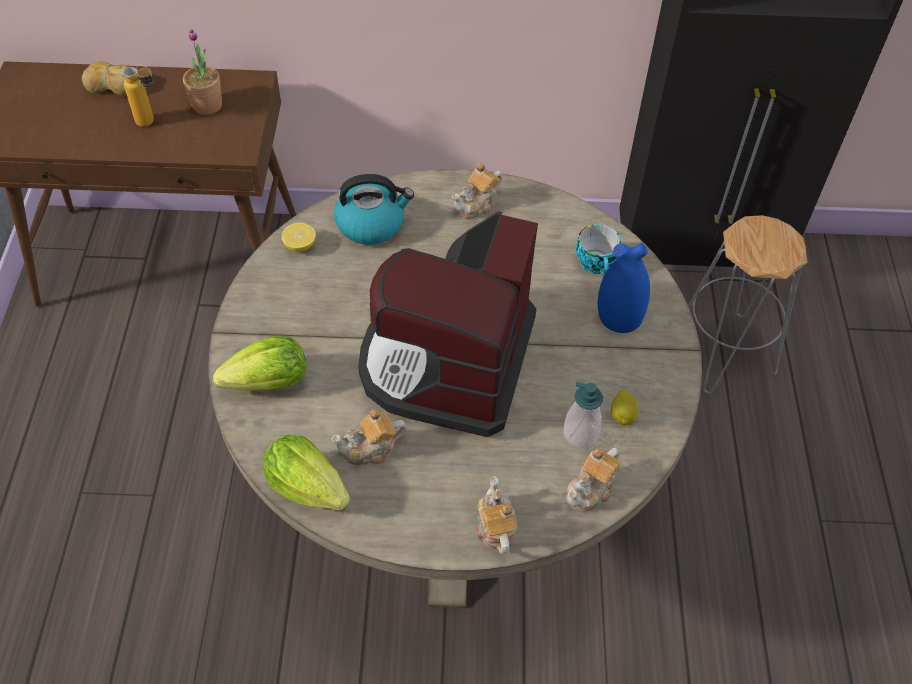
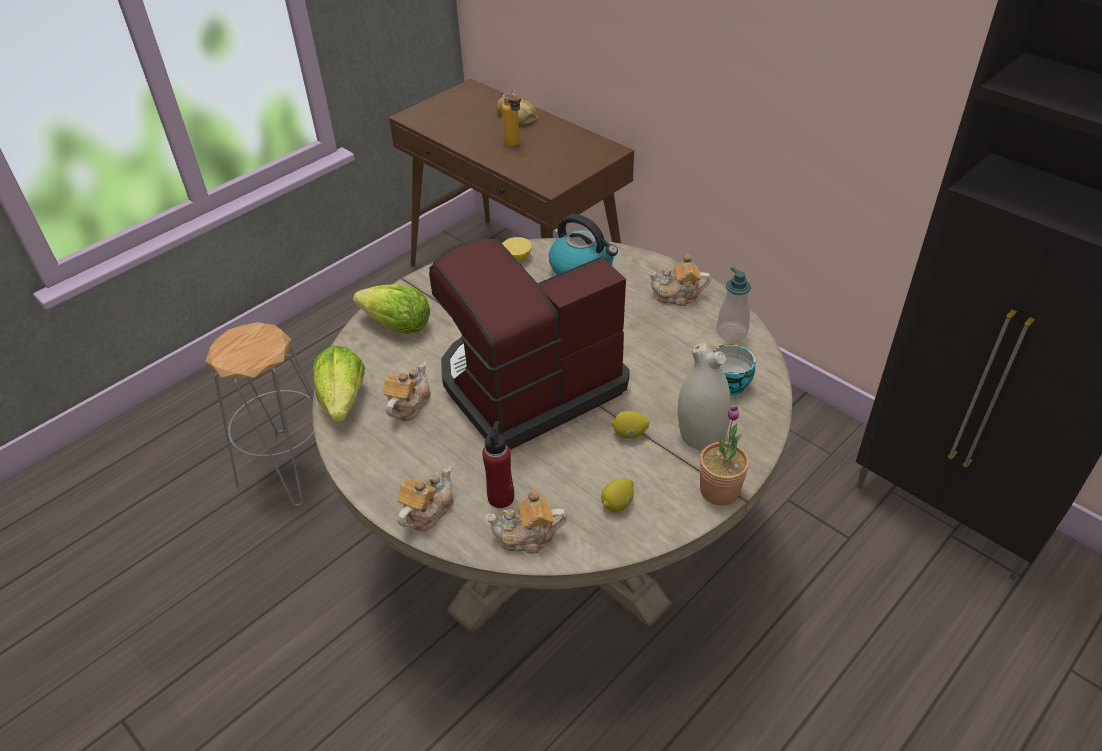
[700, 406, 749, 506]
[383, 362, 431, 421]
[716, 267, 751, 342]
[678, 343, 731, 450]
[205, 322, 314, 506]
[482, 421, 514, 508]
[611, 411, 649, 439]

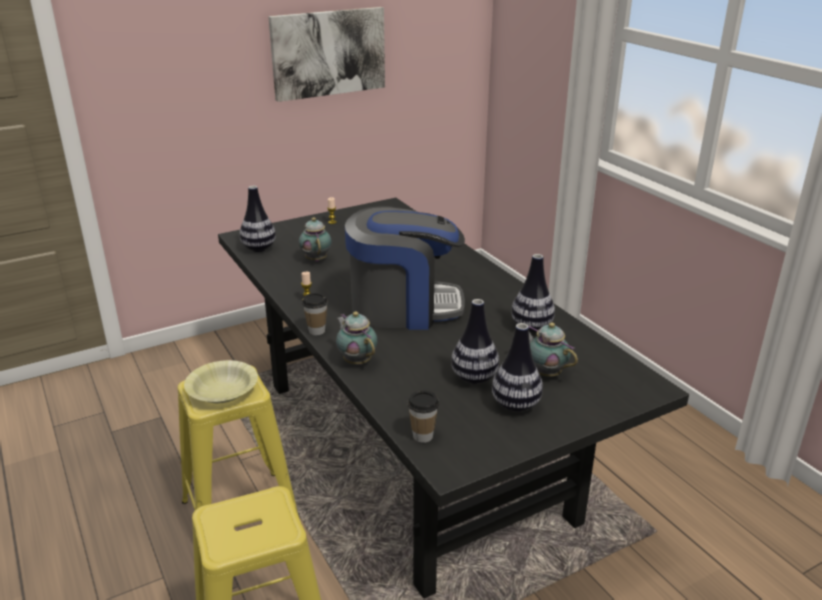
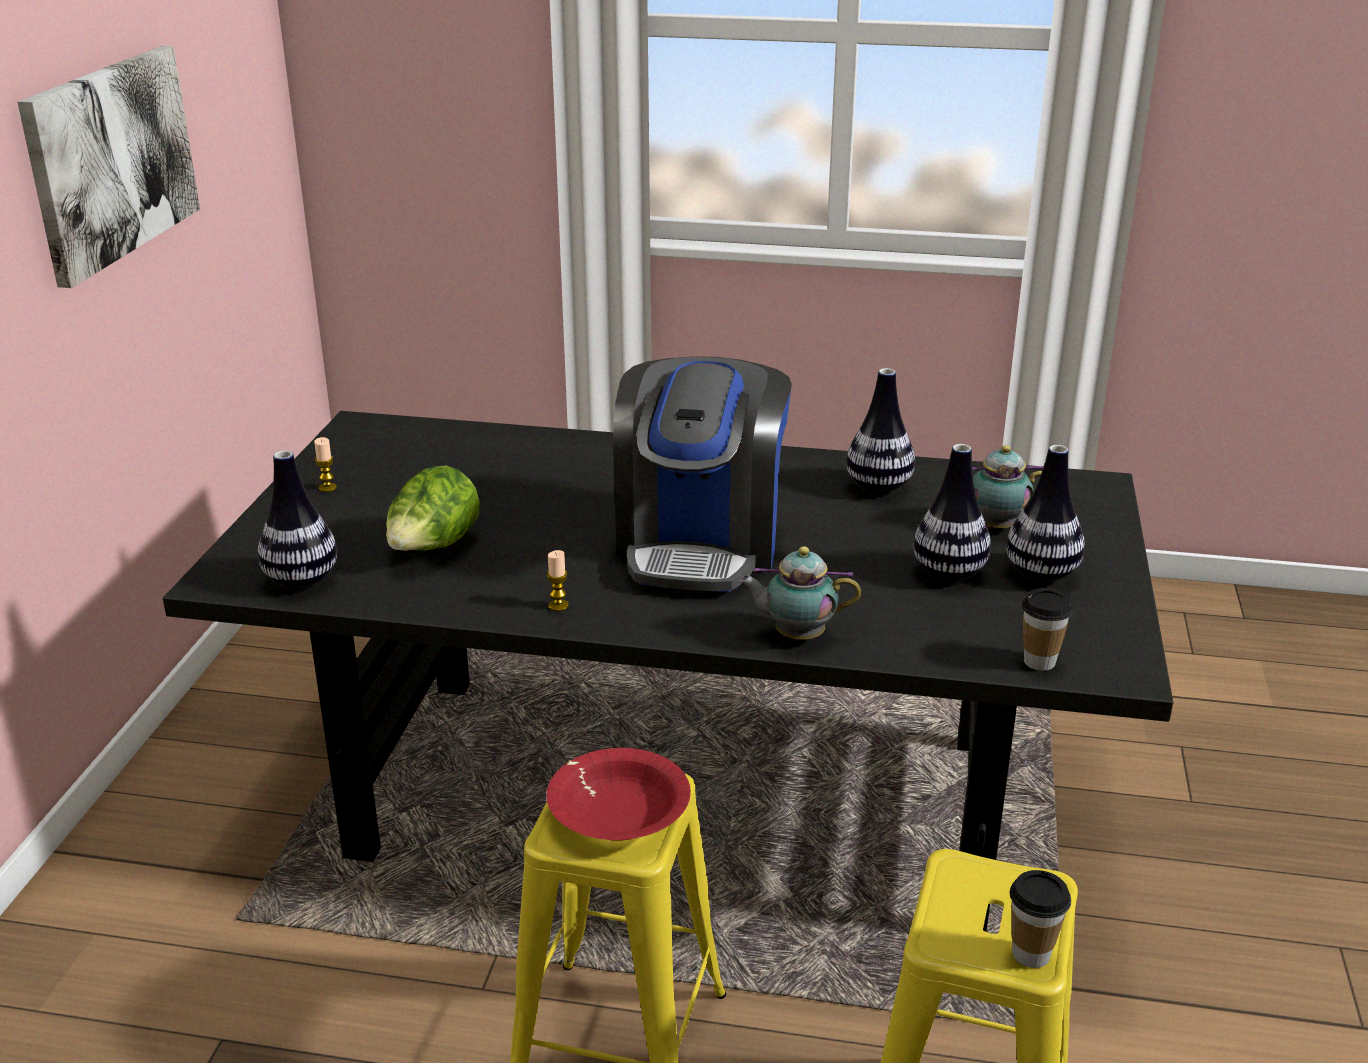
[546, 748, 691, 841]
[386, 465, 480, 551]
[1010, 870, 1071, 968]
[613, 356, 792, 592]

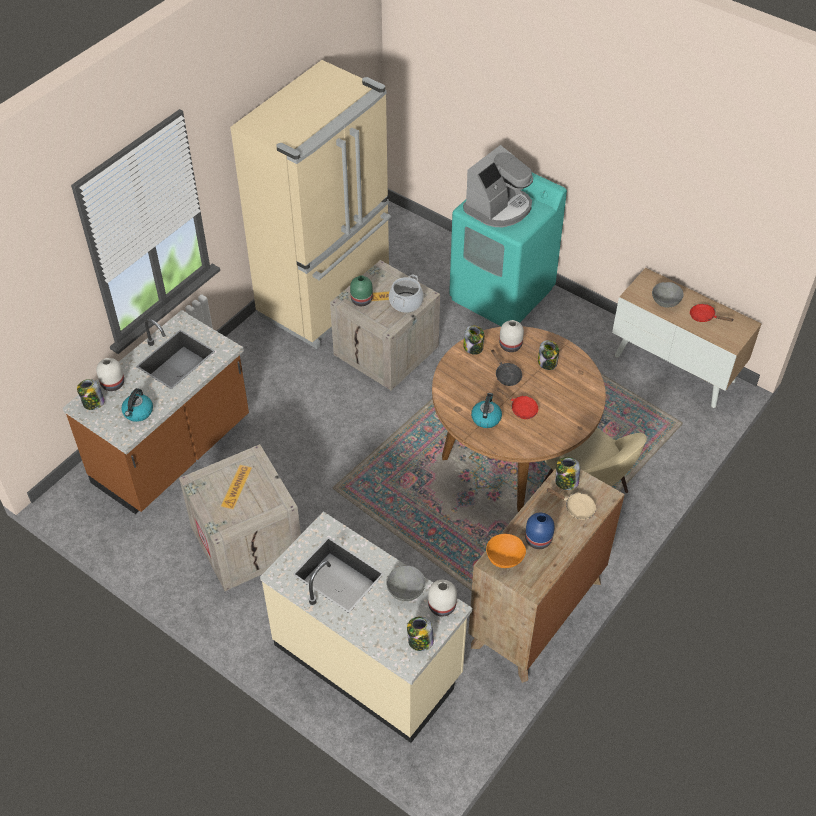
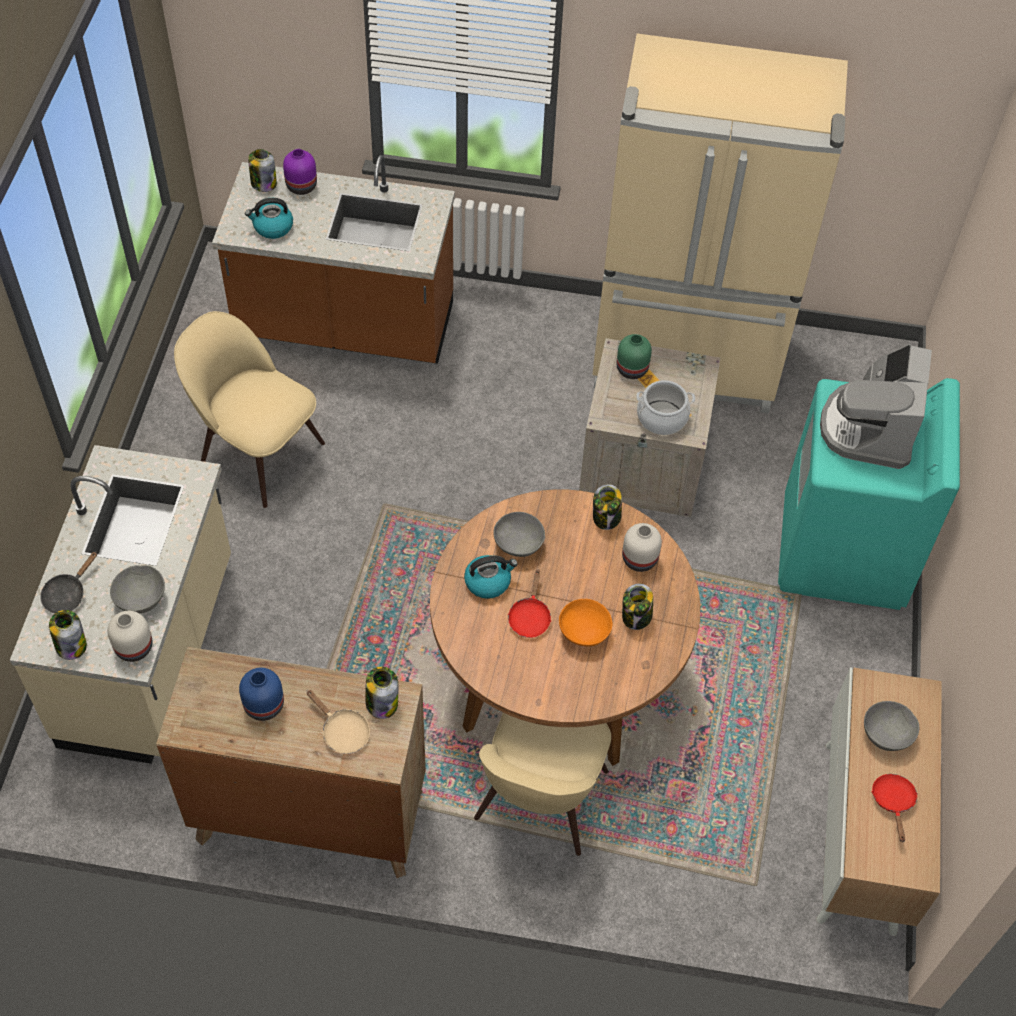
[283, 149, 317, 195]
[174, 311, 325, 508]
[820, 344, 932, 469]
[559, 599, 612, 646]
[40, 551, 97, 614]
[306, 690, 370, 754]
[494, 512, 545, 557]

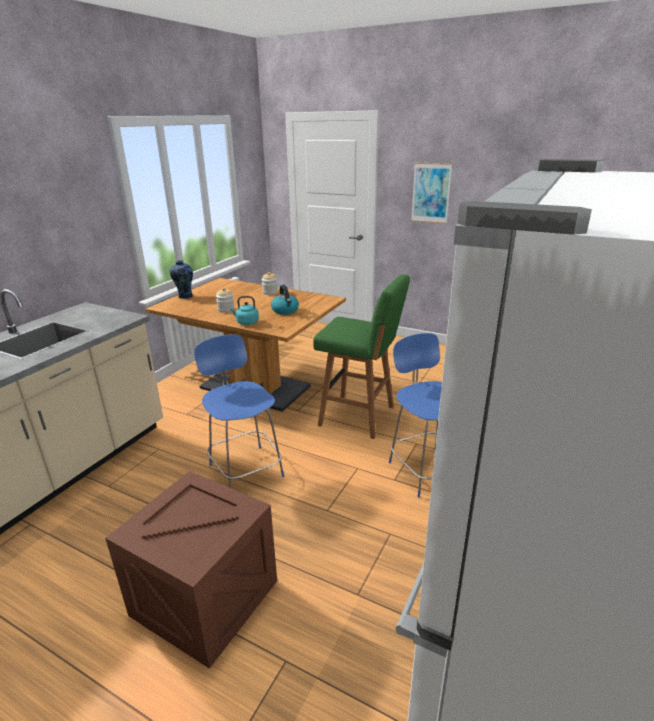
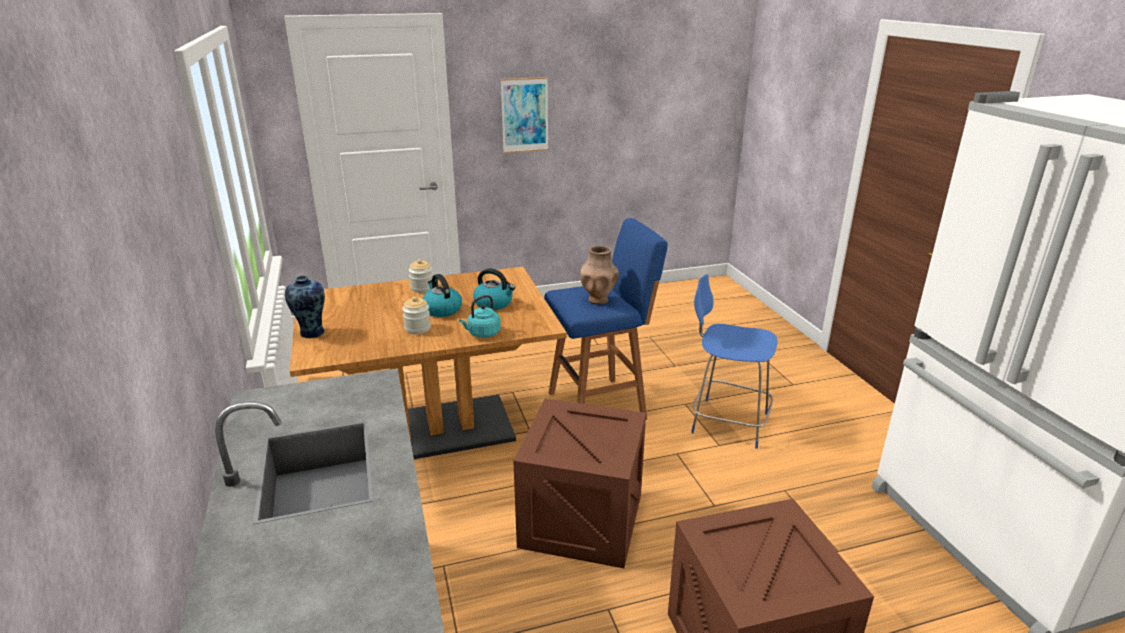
[513, 399, 646, 568]
[544, 218, 668, 420]
[422, 274, 462, 317]
[580, 246, 619, 305]

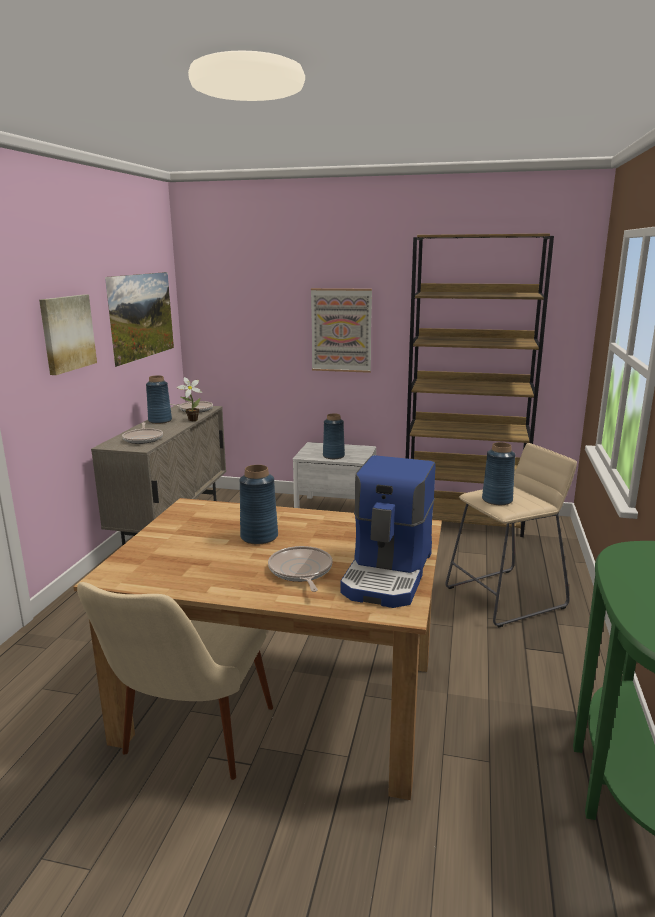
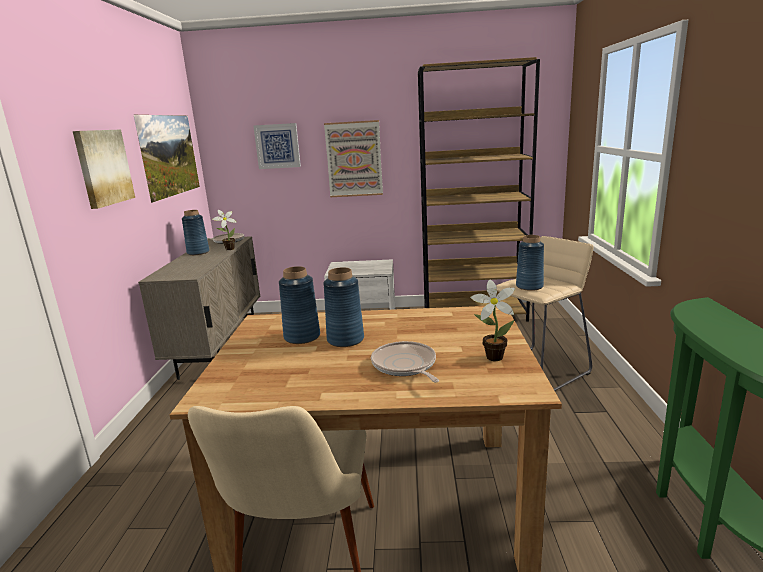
[122, 422, 163, 444] (first image)
[279, 266, 320, 344]
[470, 280, 515, 361]
[253, 123, 301, 169]

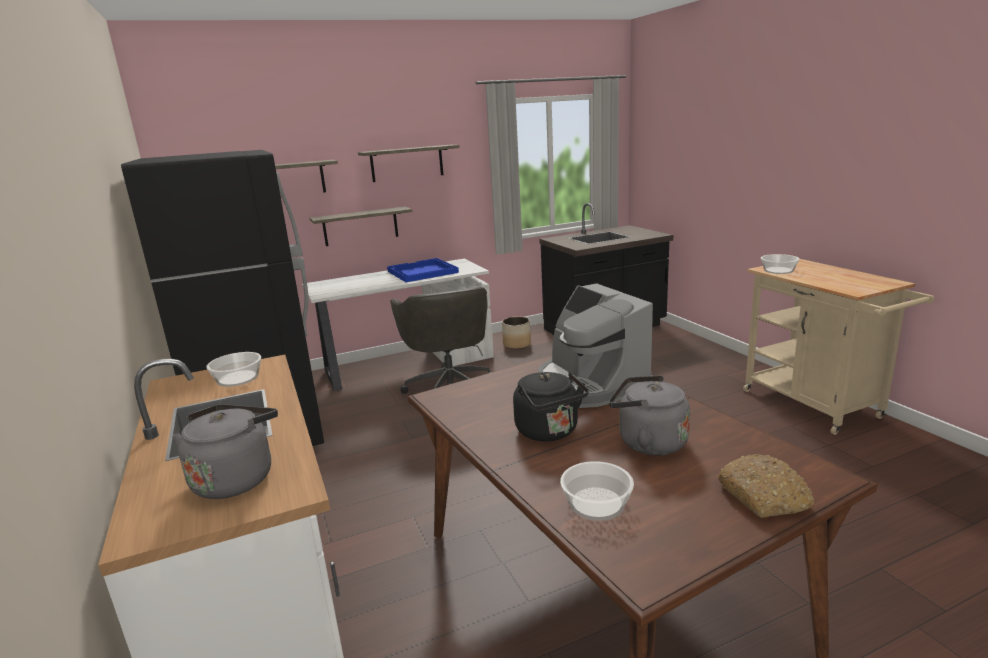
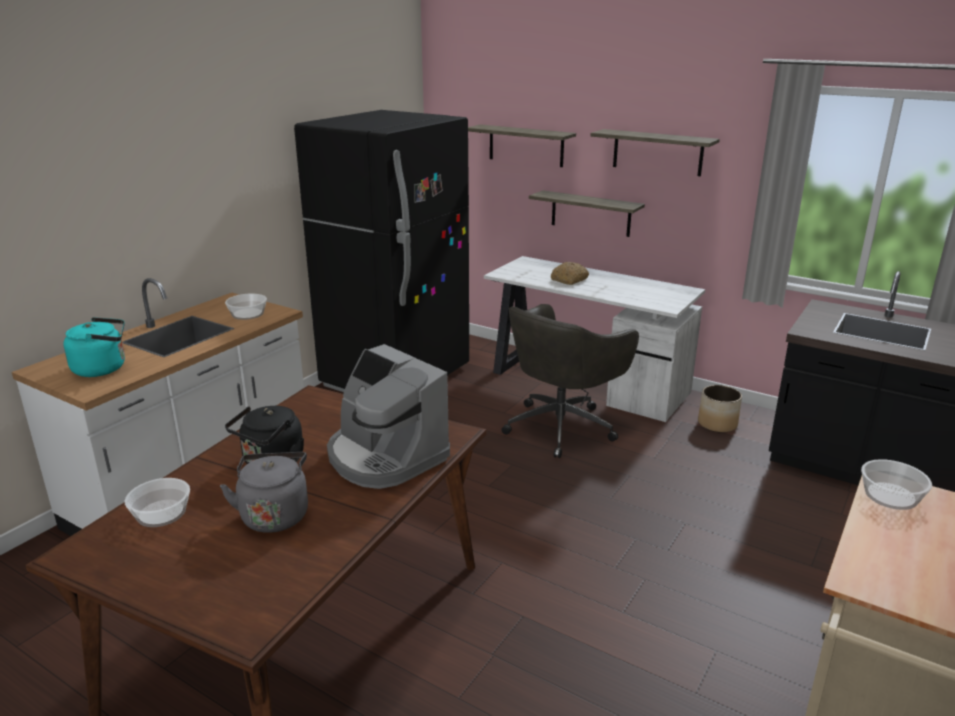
[63, 317, 125, 377]
[387, 258, 459, 282] (first image)
[327, 344, 450, 489]
[551, 262, 589, 285]

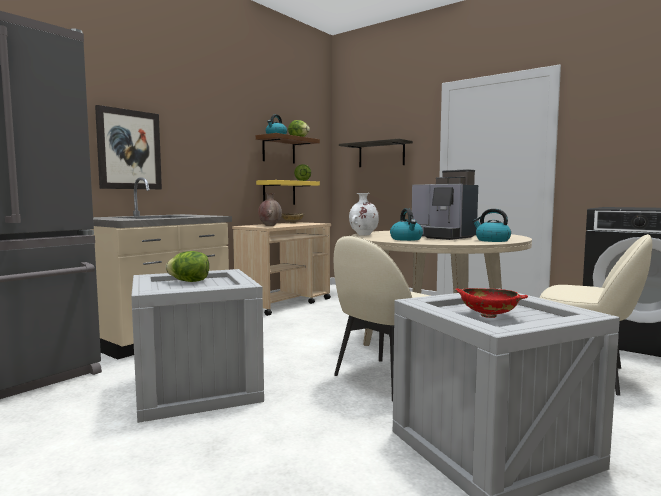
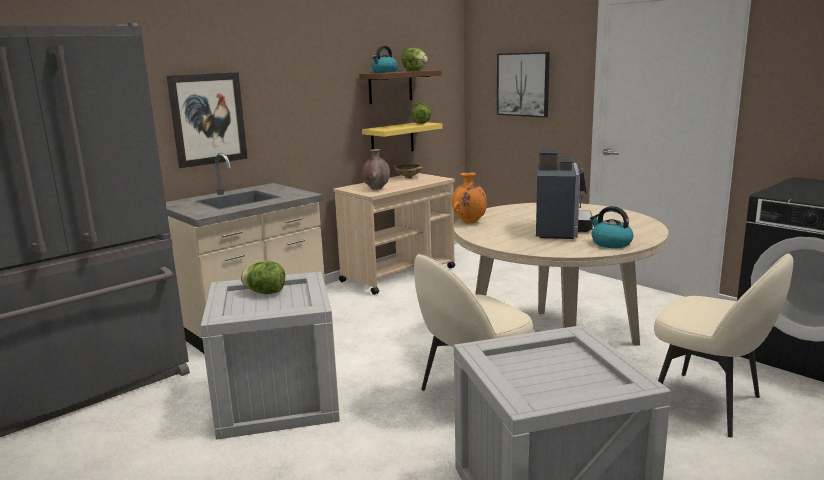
[497, 52, 550, 118]
[452, 172, 487, 224]
[390, 208, 423, 241] (first image)
[536, 147, 593, 239]
[455, 288, 528, 318] (first image)

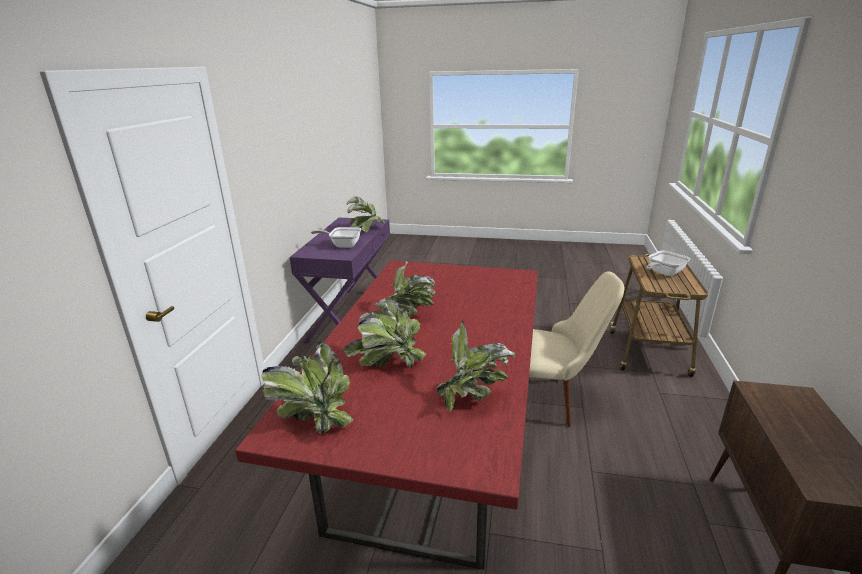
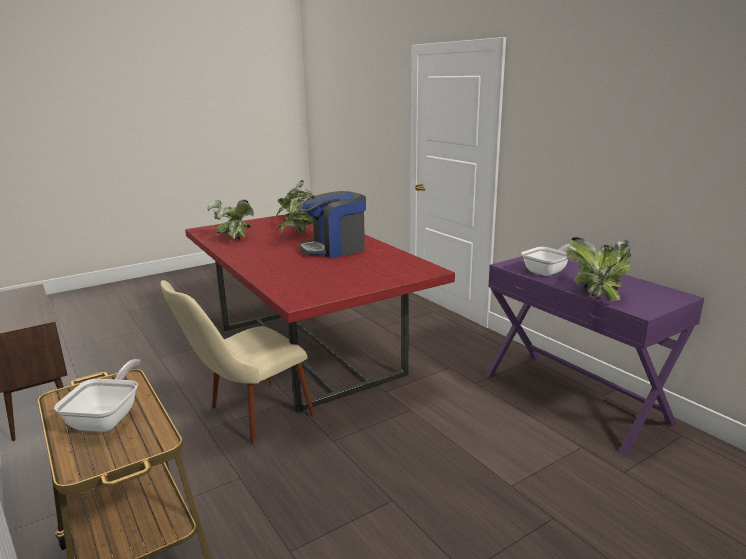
[299, 191, 366, 258]

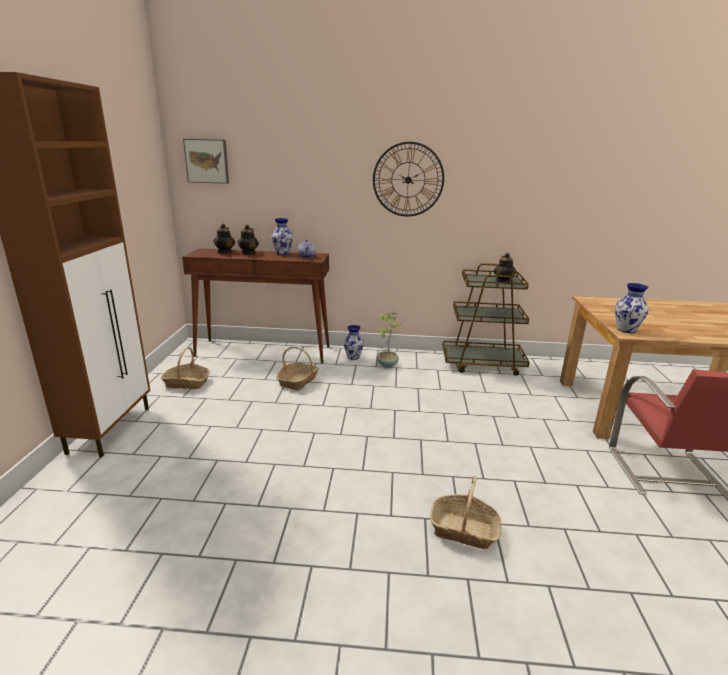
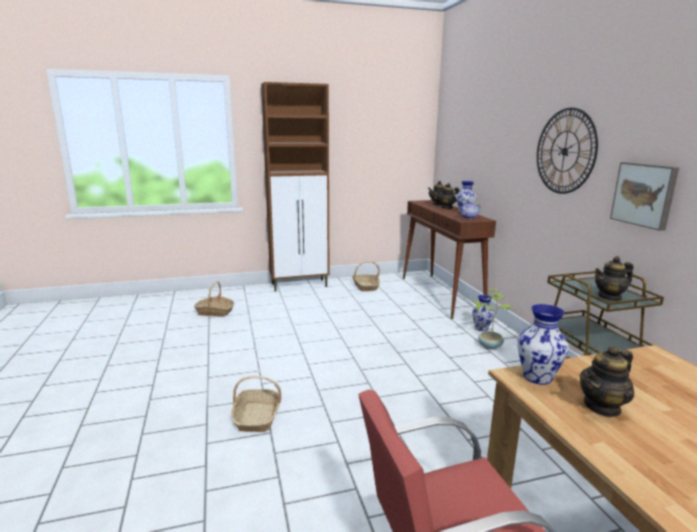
[610, 162, 679, 231]
[194, 281, 234, 317]
[580, 345, 634, 417]

